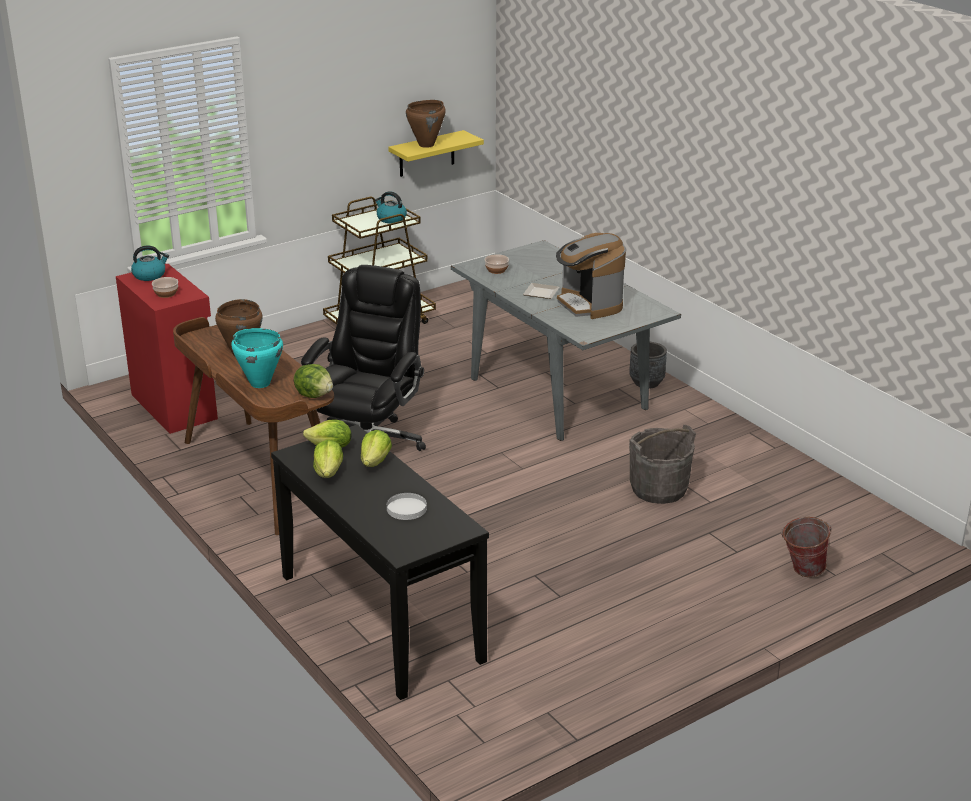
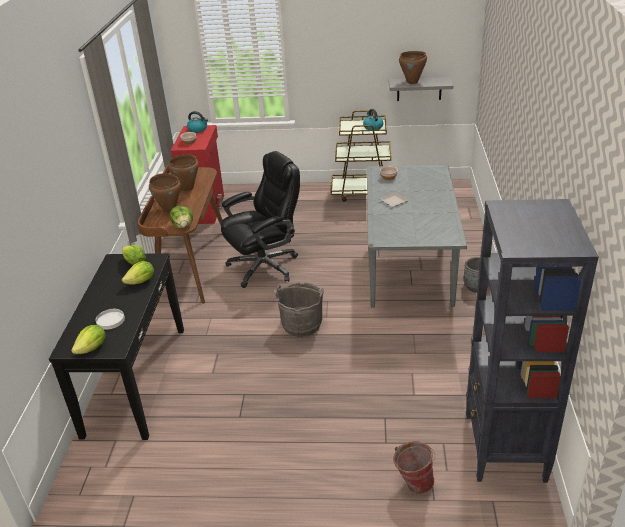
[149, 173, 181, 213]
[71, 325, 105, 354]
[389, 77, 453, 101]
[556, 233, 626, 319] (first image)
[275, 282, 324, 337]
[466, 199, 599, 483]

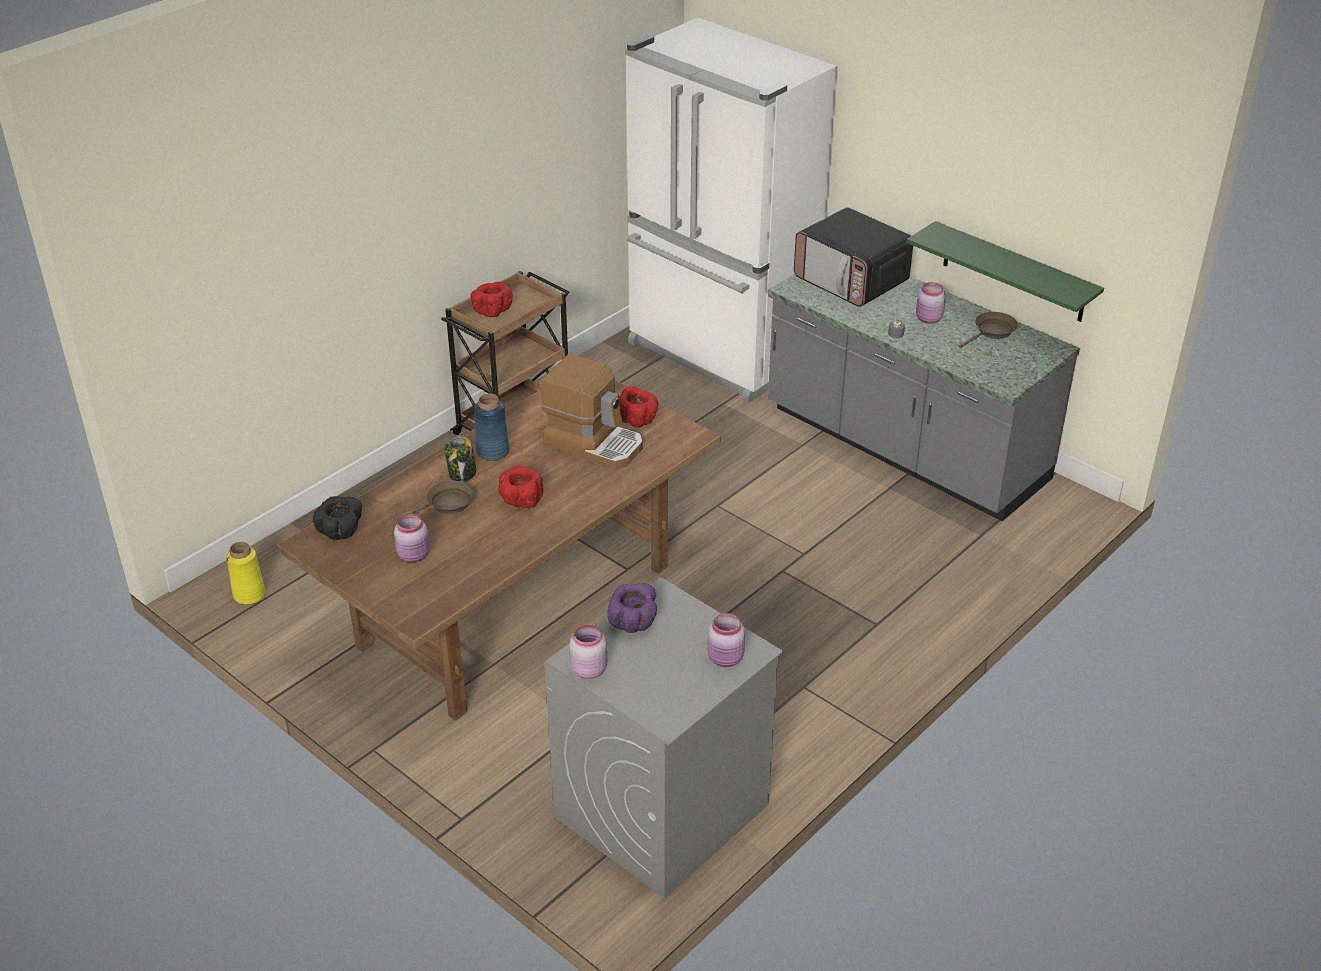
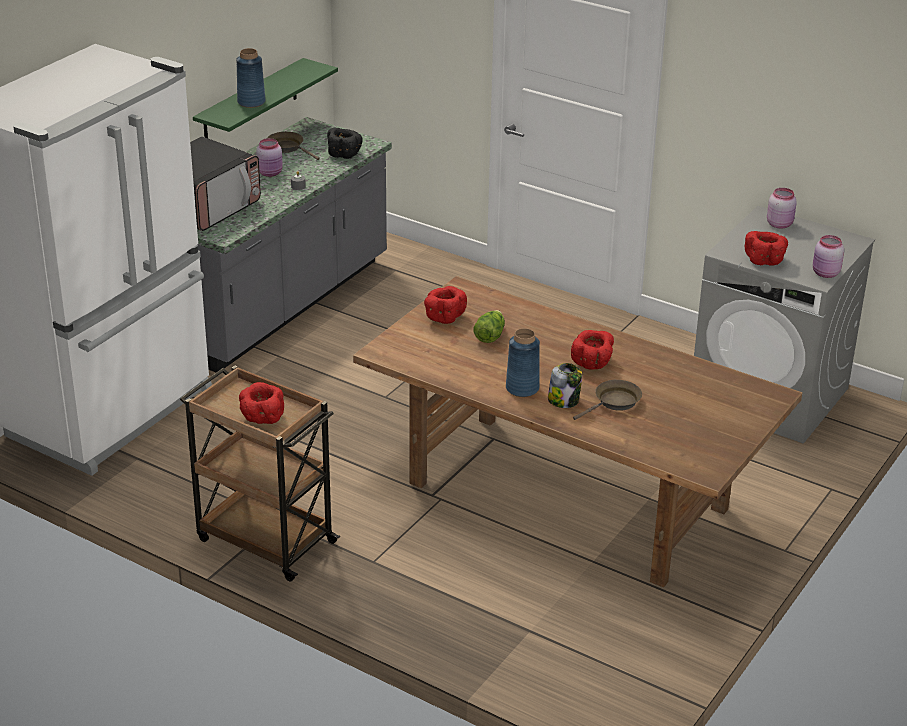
[226, 542, 265, 605] (first image)
[327, 128, 363, 159]
[573, 380, 642, 420]
[394, 514, 429, 563] (first image)
[473, 310, 505, 343]
[745, 231, 788, 266]
[236, 48, 266, 108]

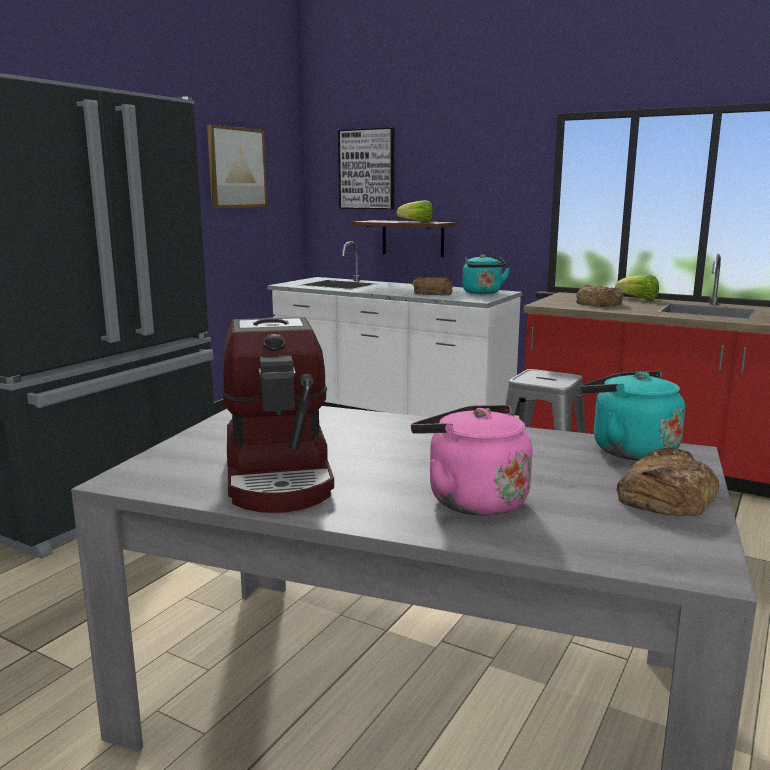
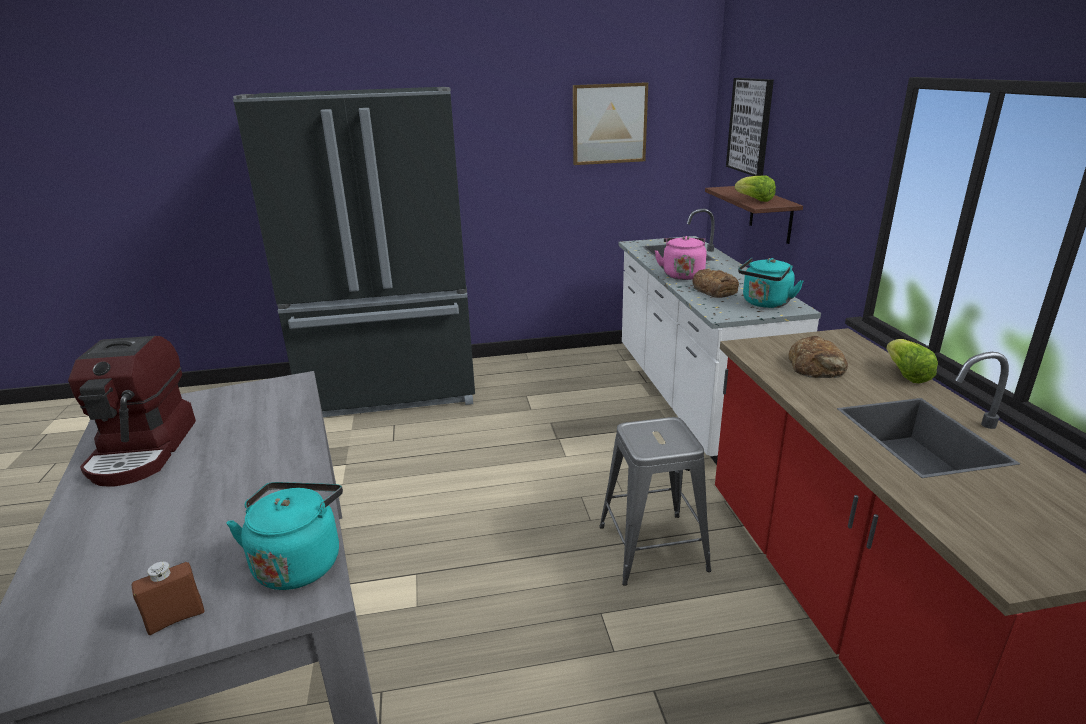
[68, 336, 196, 487]
[655, 236, 706, 280]
[131, 562, 204, 635]

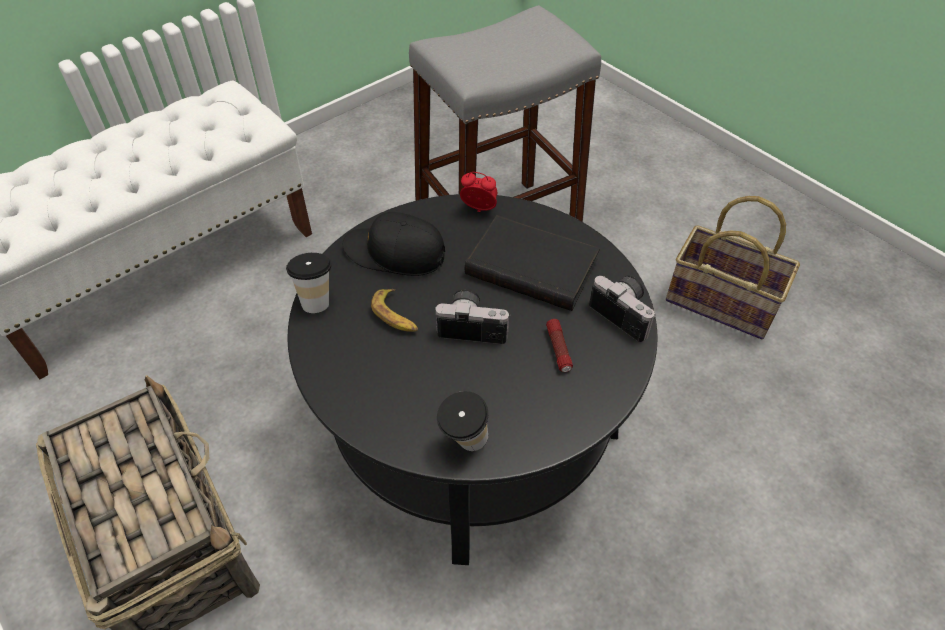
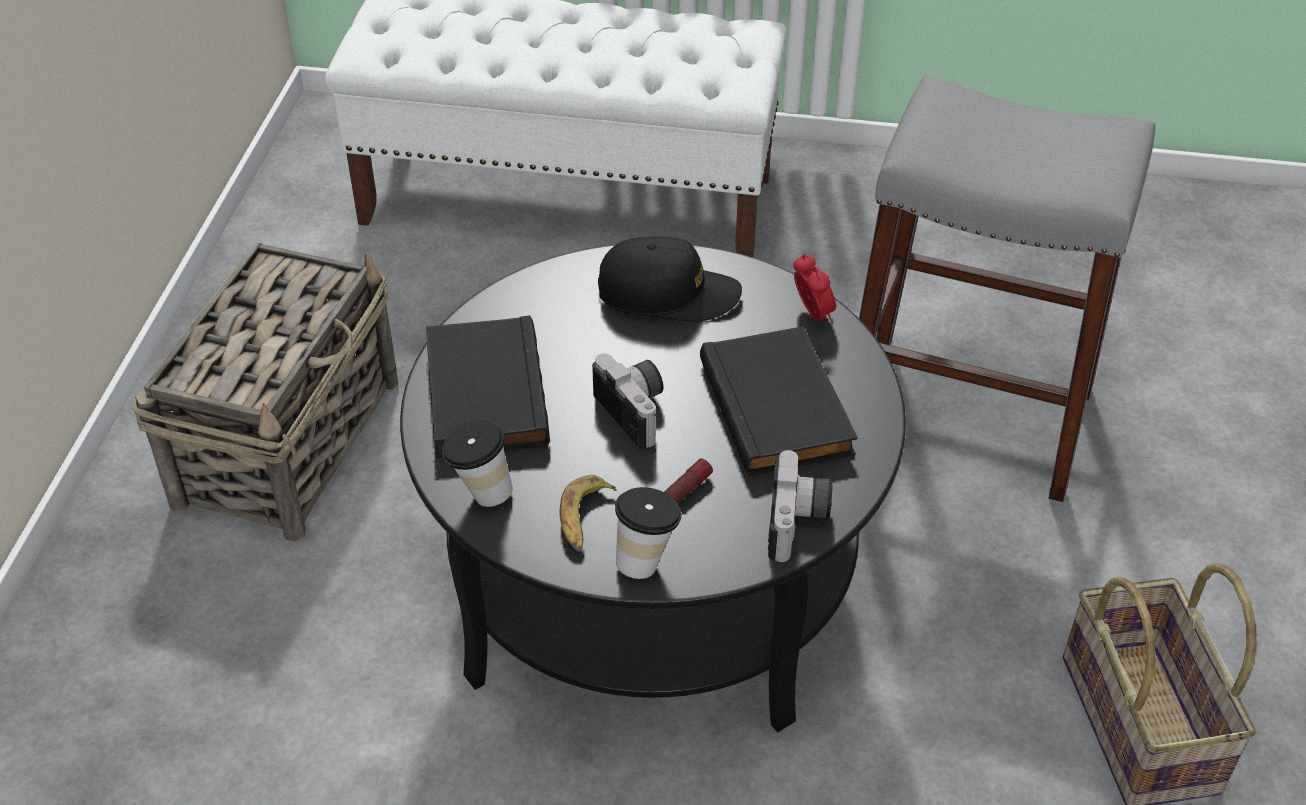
[615, 487, 682, 579]
[598, 236, 742, 322]
[559, 475, 617, 552]
[426, 315, 550, 458]

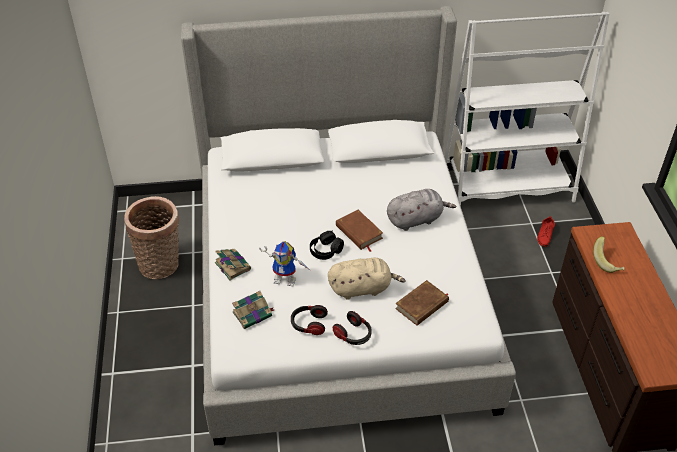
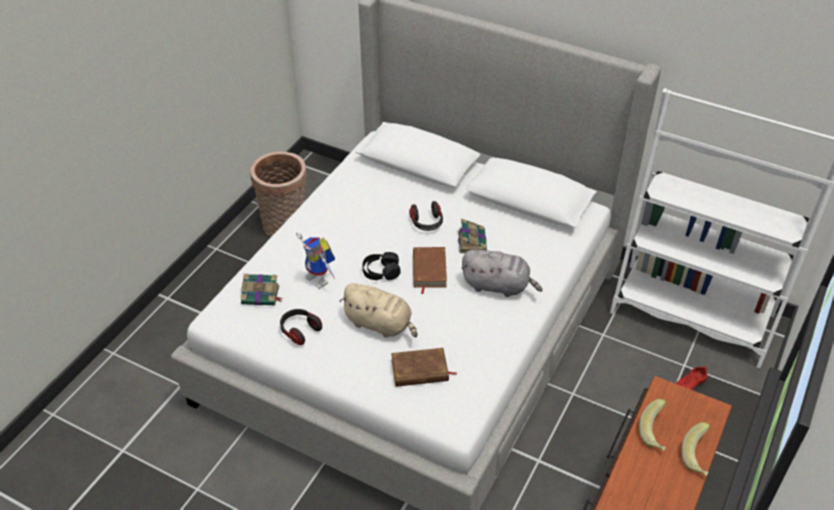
[458, 218, 487, 253]
[409, 201, 443, 231]
[681, 422, 710, 476]

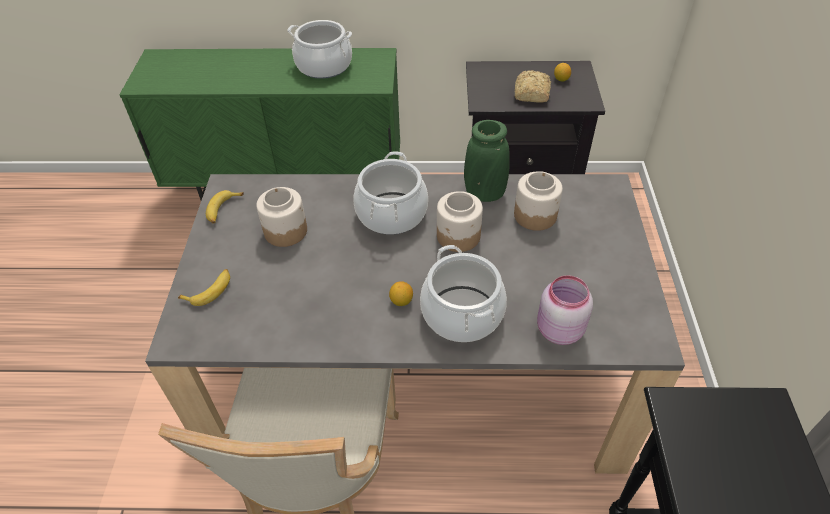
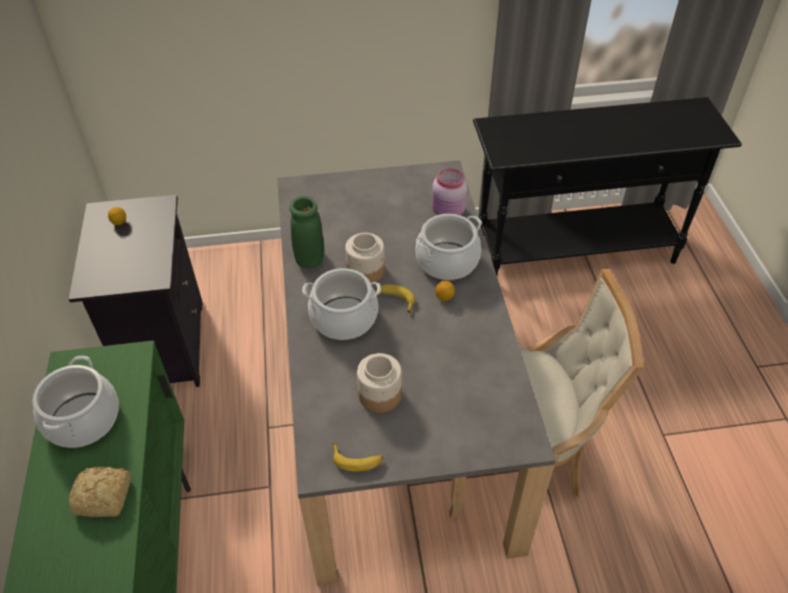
[376, 284, 415, 313]
[514, 171, 563, 231] (first image)
[69, 467, 130, 517]

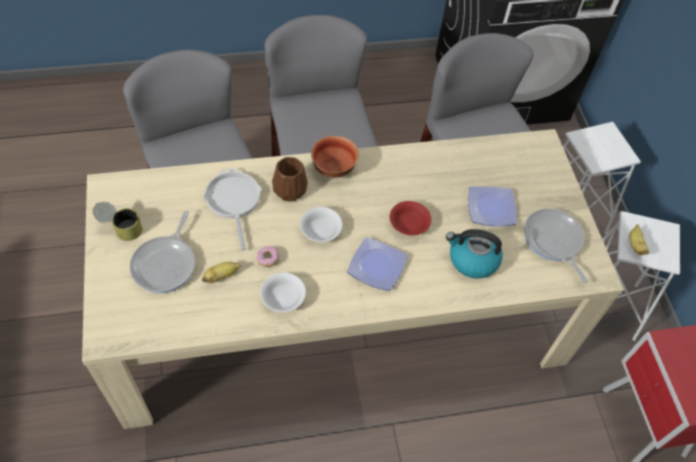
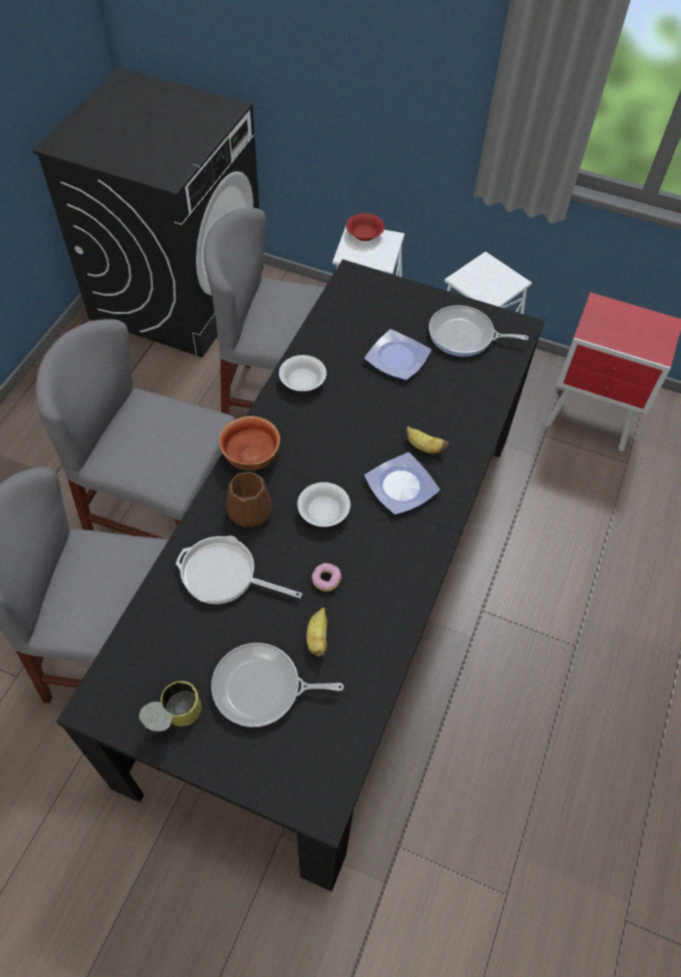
[56, 259, 545, 892]
[211, 643, 344, 727]
[279, 355, 327, 391]
[346, 213, 385, 241]
[446, 229, 502, 278] (first image)
[407, 426, 449, 454]

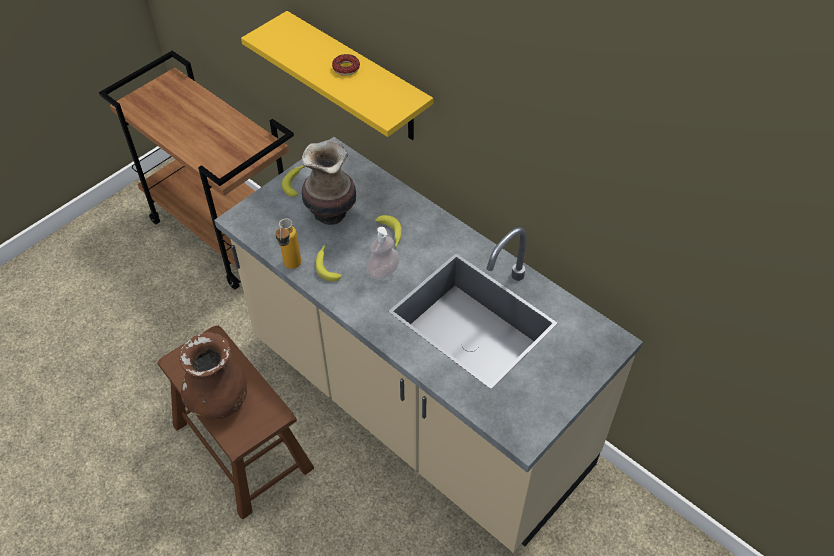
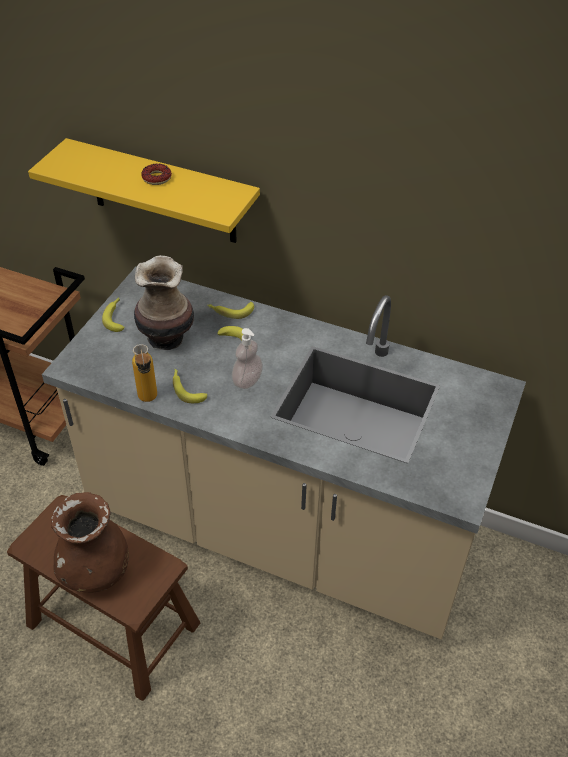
[207, 302, 254, 319]

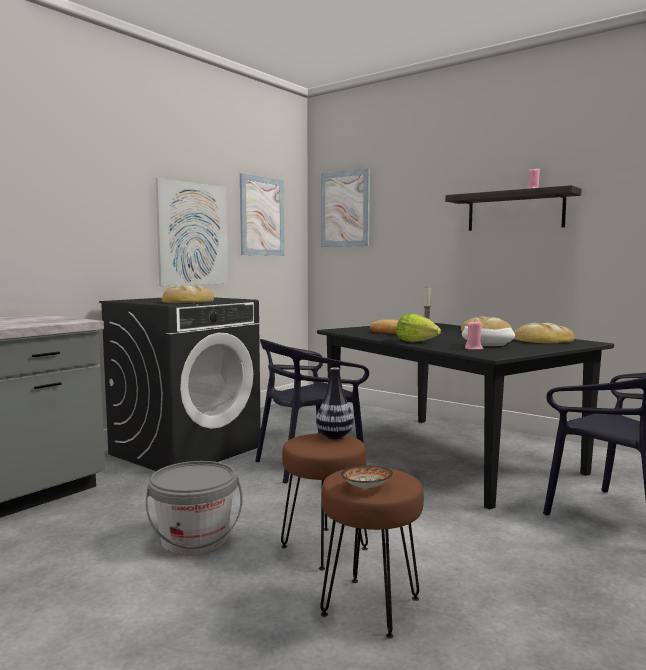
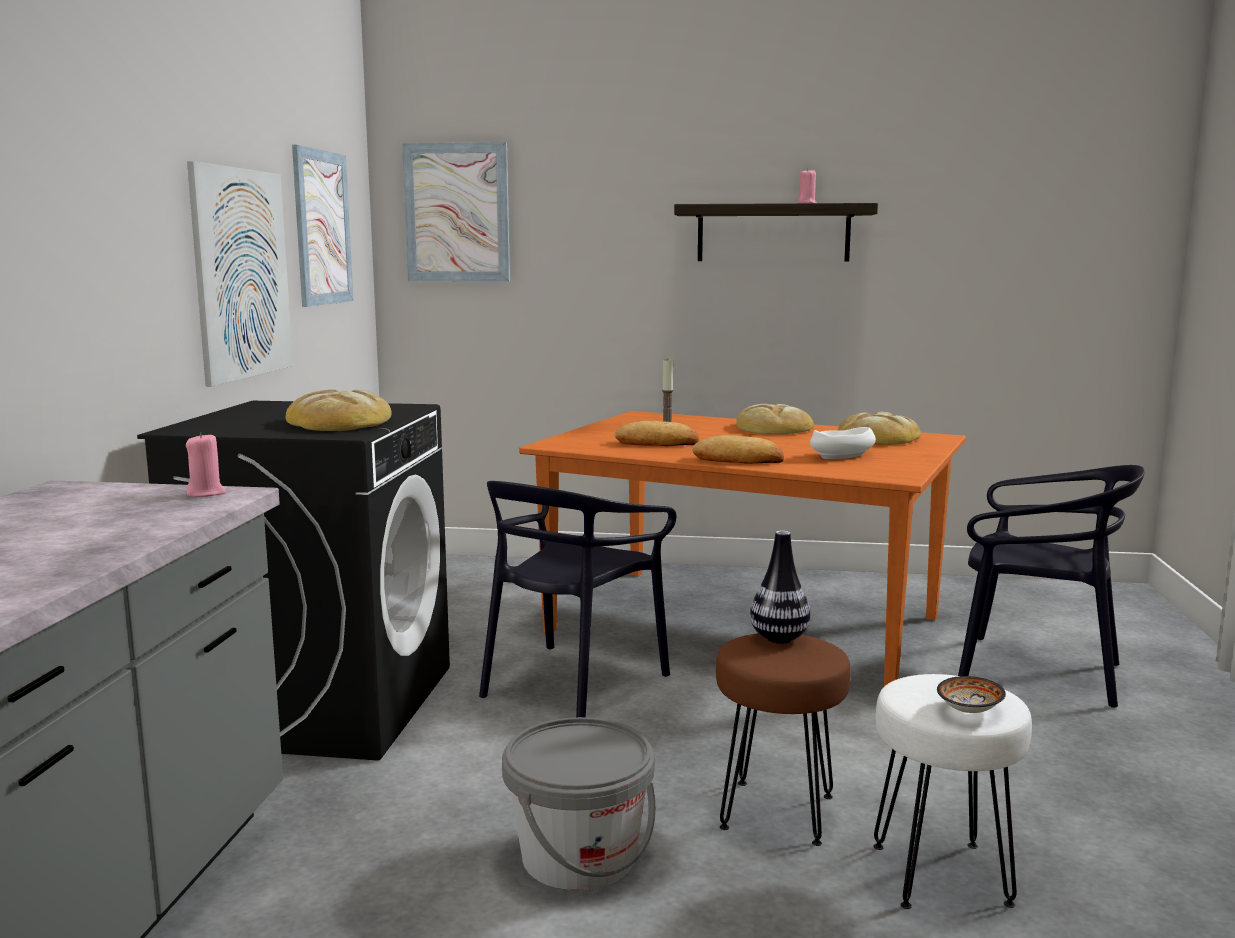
[519, 411, 966, 686]
[874, 674, 1032, 909]
[692, 435, 784, 464]
[186, 432, 226, 497]

